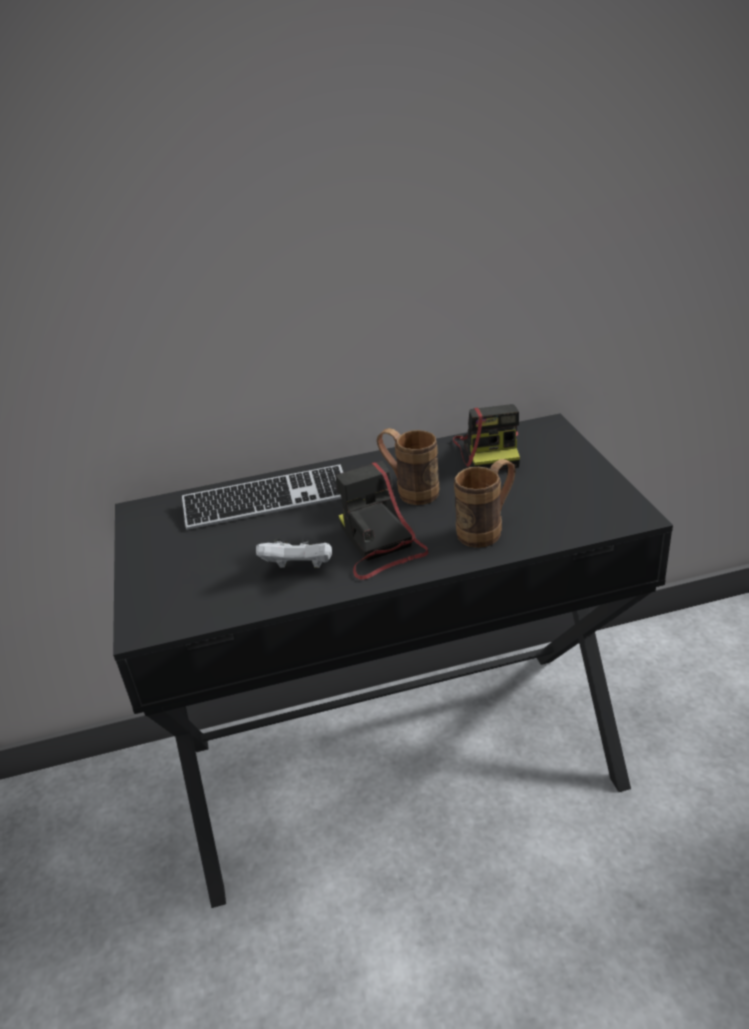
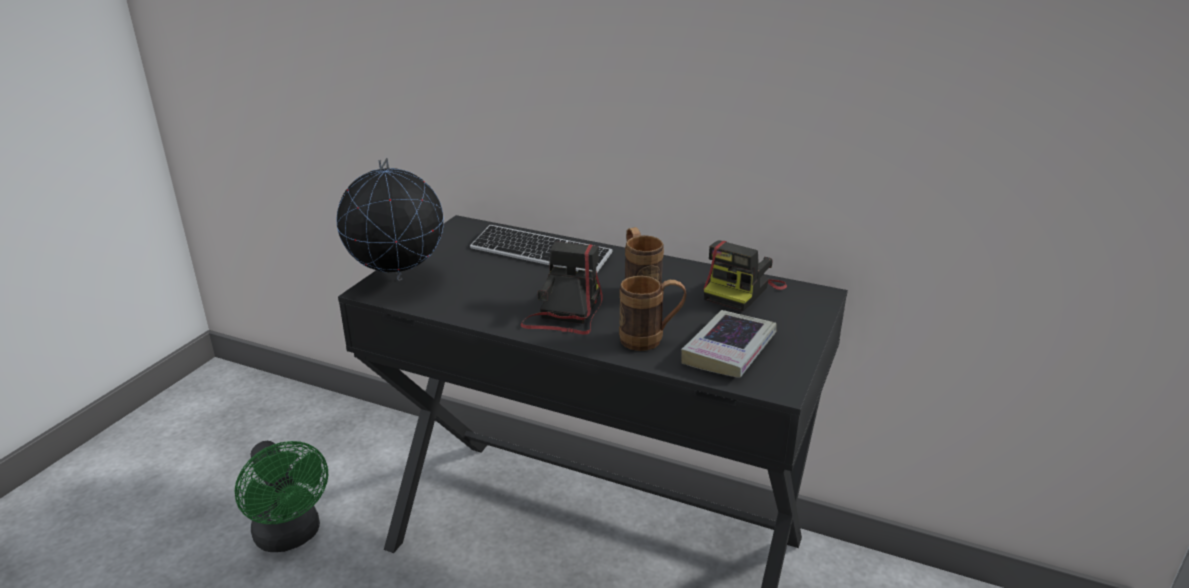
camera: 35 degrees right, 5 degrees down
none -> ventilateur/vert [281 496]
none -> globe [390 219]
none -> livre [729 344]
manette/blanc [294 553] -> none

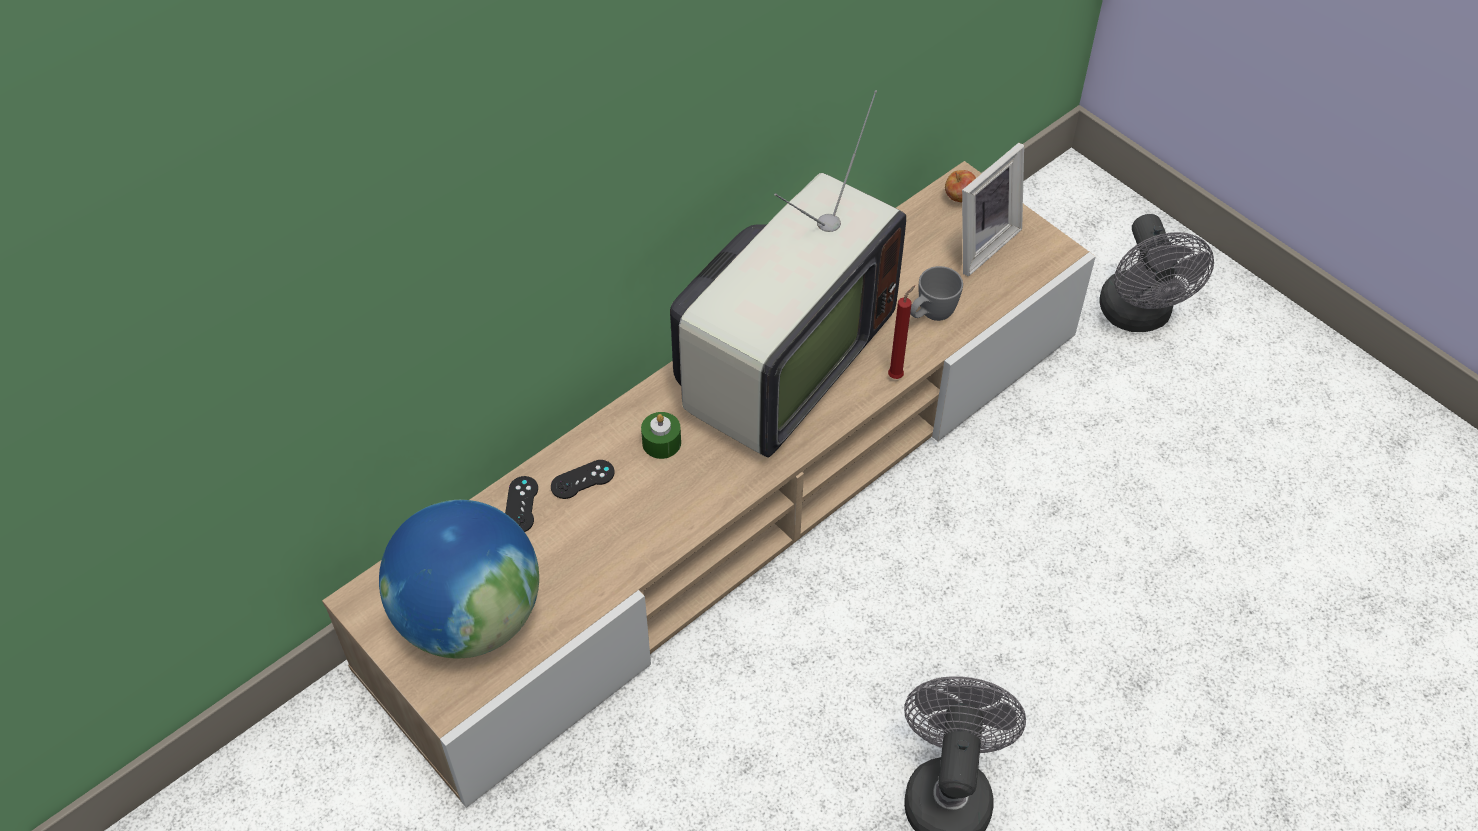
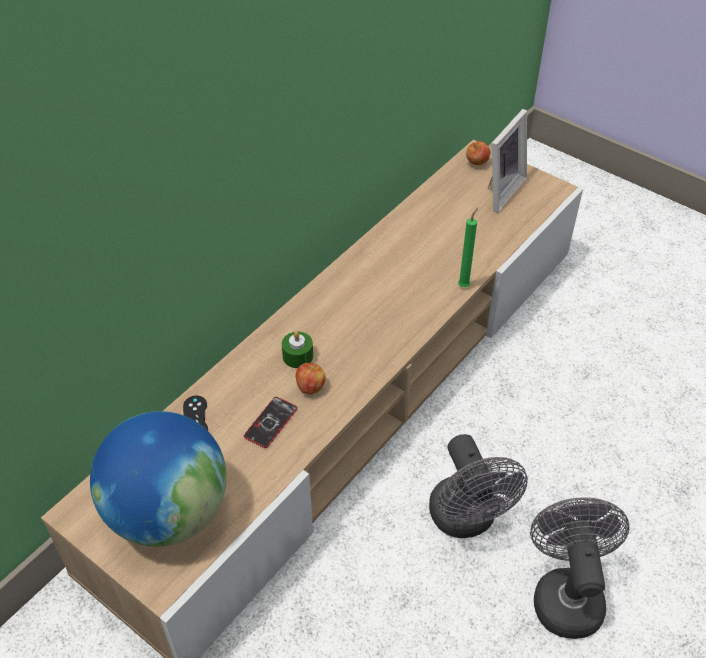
camera: 10 degrees left, 5 degrees down
none -> téléphone [270 422]
none -> pomme [311 378]
ventilateur/gris [1156 273] -> ventilateur/gris [478 486], moved
bougie/rouge [901 332] -> bougie/vert [468 247]
manette/noir [583 479] -> none
téléviseur [788 273] -> none
mug/gris [936 293] -> none

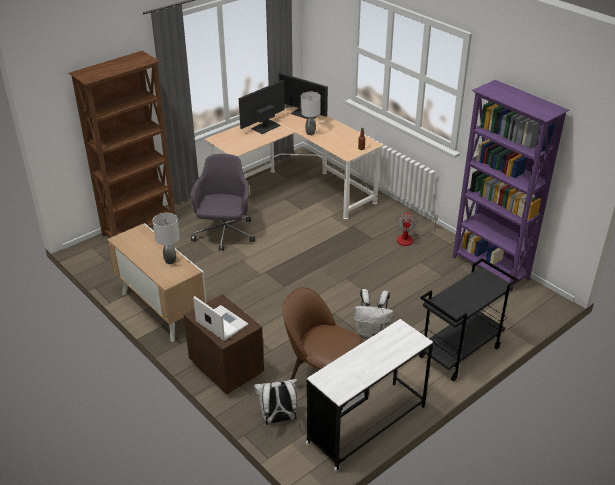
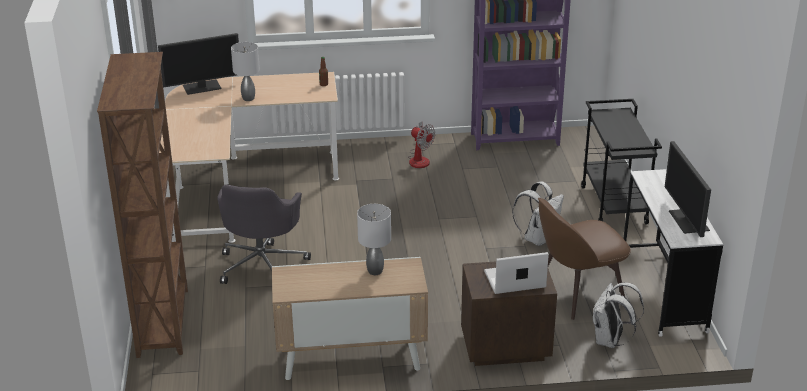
camera: 55 degrees left, 5 degrees down
chaise de bureau/gris [222 202] -> chaise de bureau/gris [264 234], 120 degrees counterclockwise
écran d'ordinateur [262 107] -> écran d'ordinateur [688 189], moved

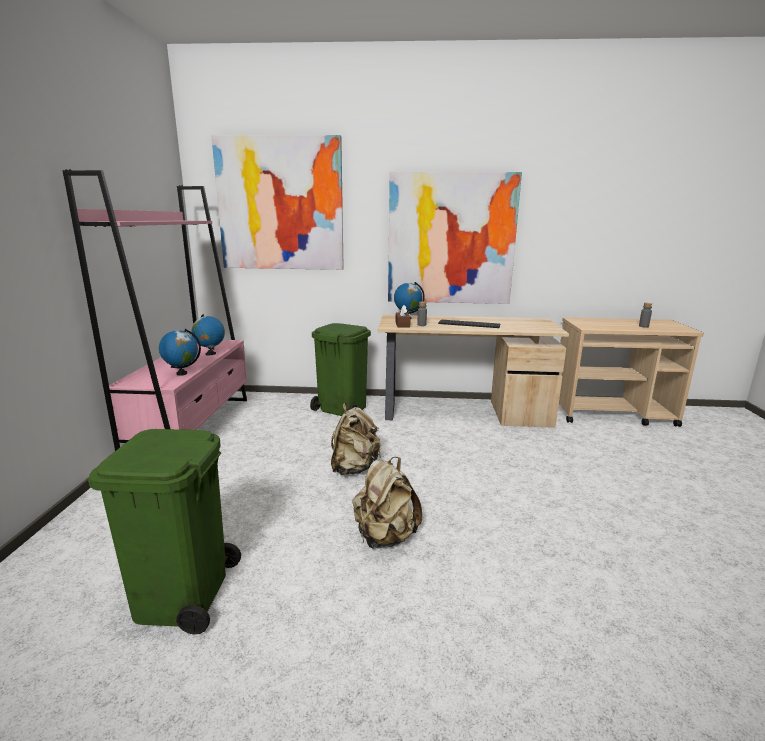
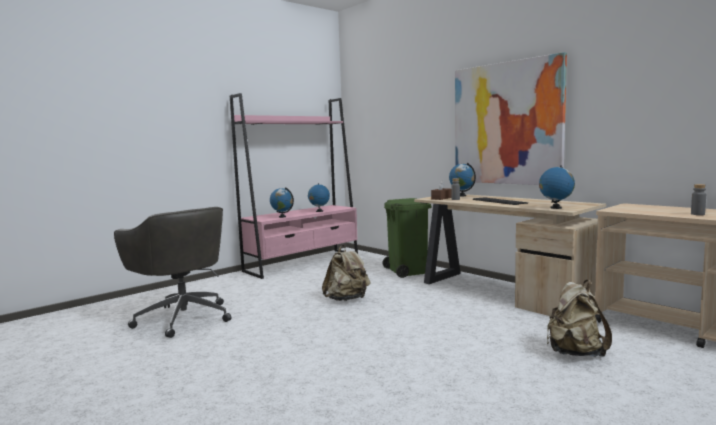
camera: 45 degrees right, 10 degrees down
poubelle/vert [164 532] -> chaise de bureau/gris [172 272]
none -> globe [557 187]
sac à dos/beige [387 503] -> sac à dos/beige [579 318], moved
tableau [277 202] -> none

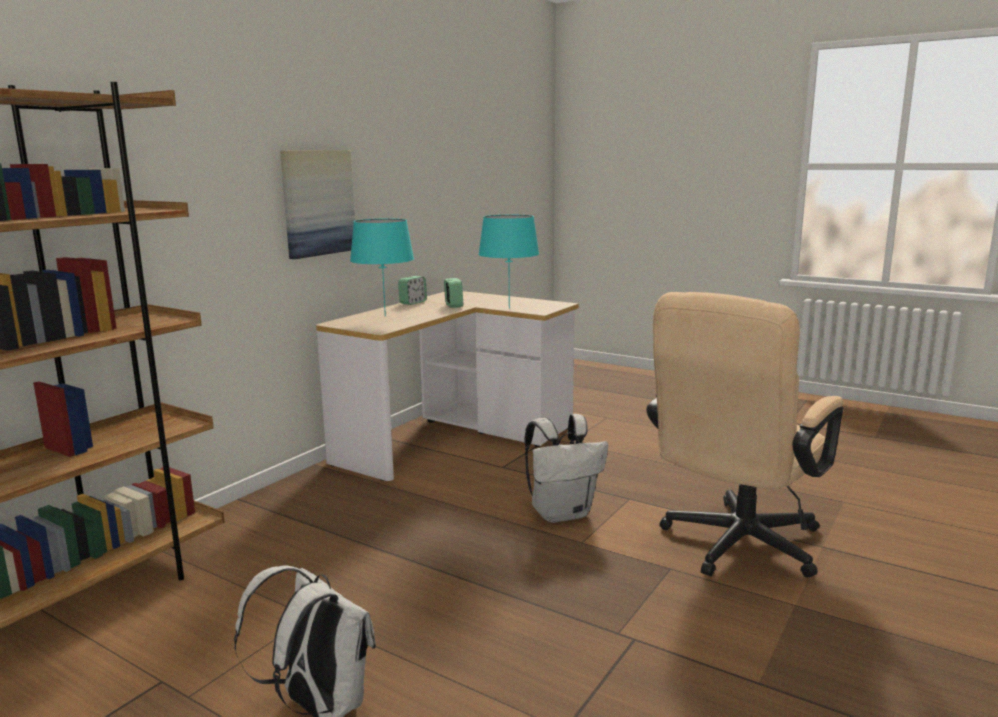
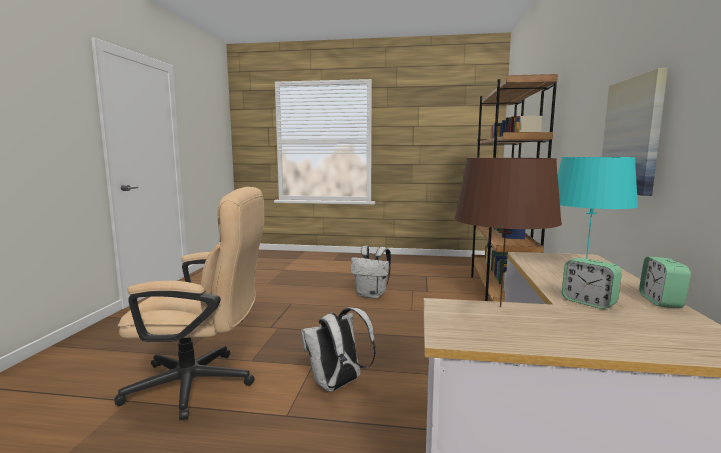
camera: 155 degrees right, 5 degrees down
chaise de bureau/beige [745 435] -> chaise de bureau/beige [189 303], 75 degrees clockwise
lampe de table/turquoise [508 262] -> lampe de table/marron [508 232]

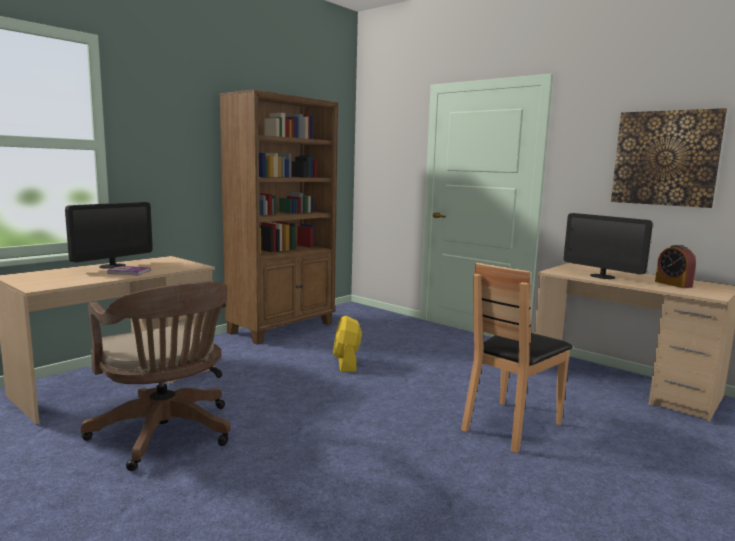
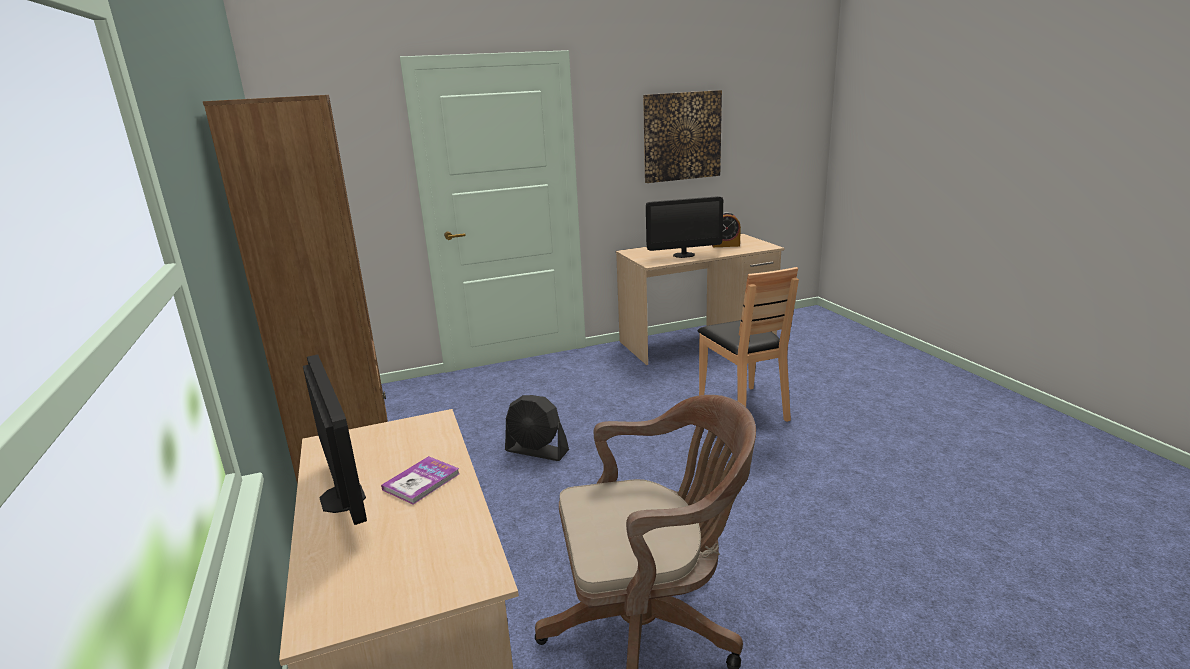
camera: 60 degrees left, 10 degrees up
ventilateur/jaune [347 343] -> ventilateur/noir [537 428]

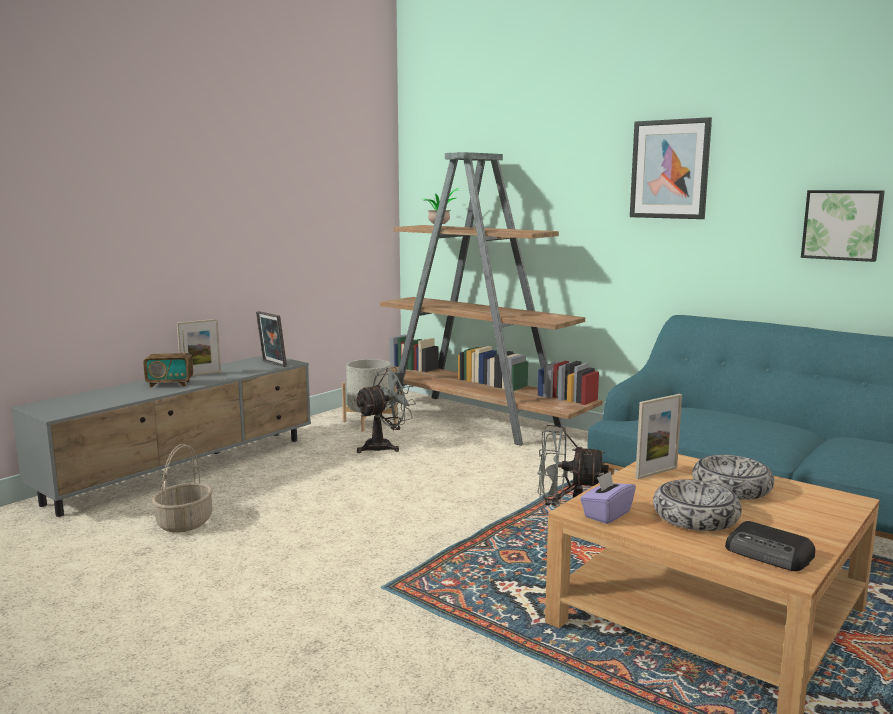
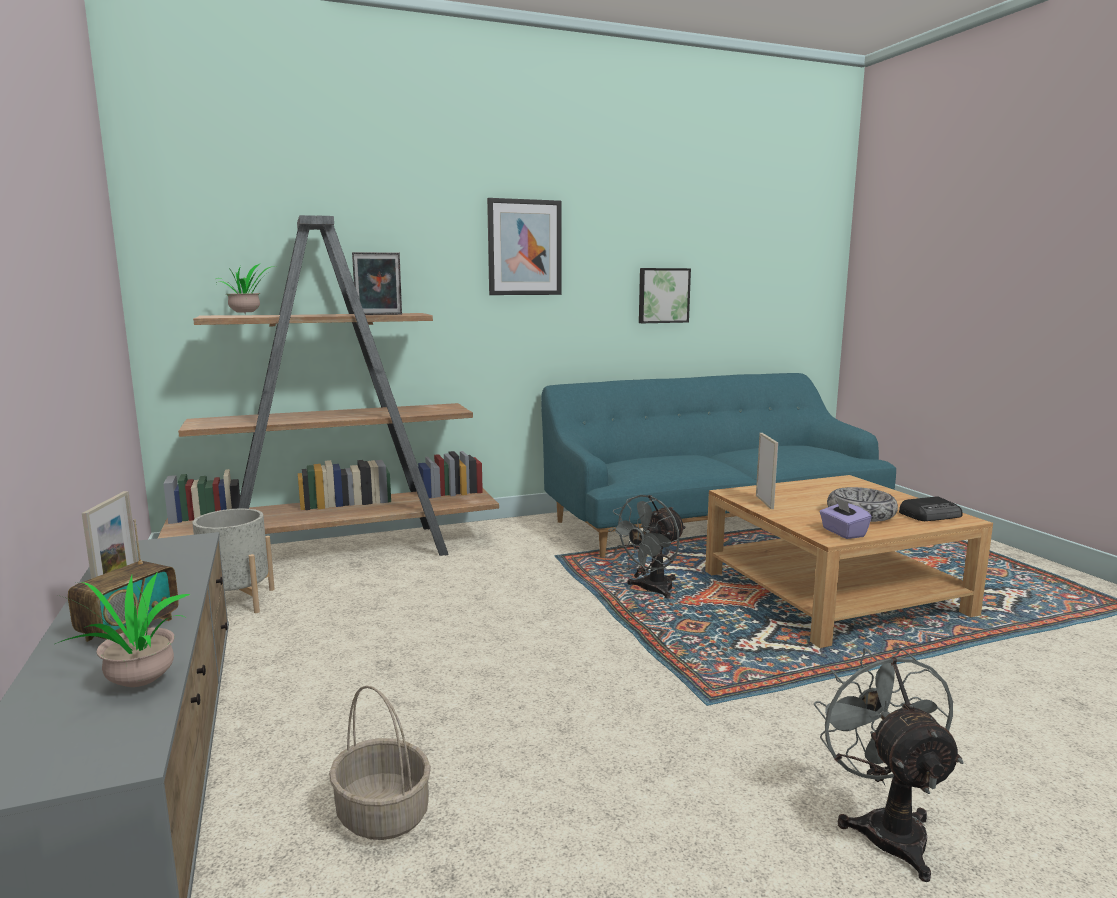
camera: 60 degrees left, 0 degrees up
none -> plante en pot [122 630]
cadre photo [271 339] -> cadre photo [377 283], moved
ventilateur/gris [385 410] -> ventilateur/gris [889 765], moved
bol [733 477] -> none

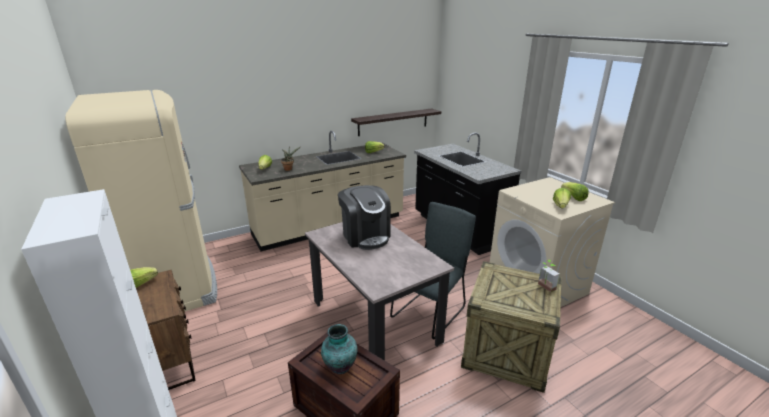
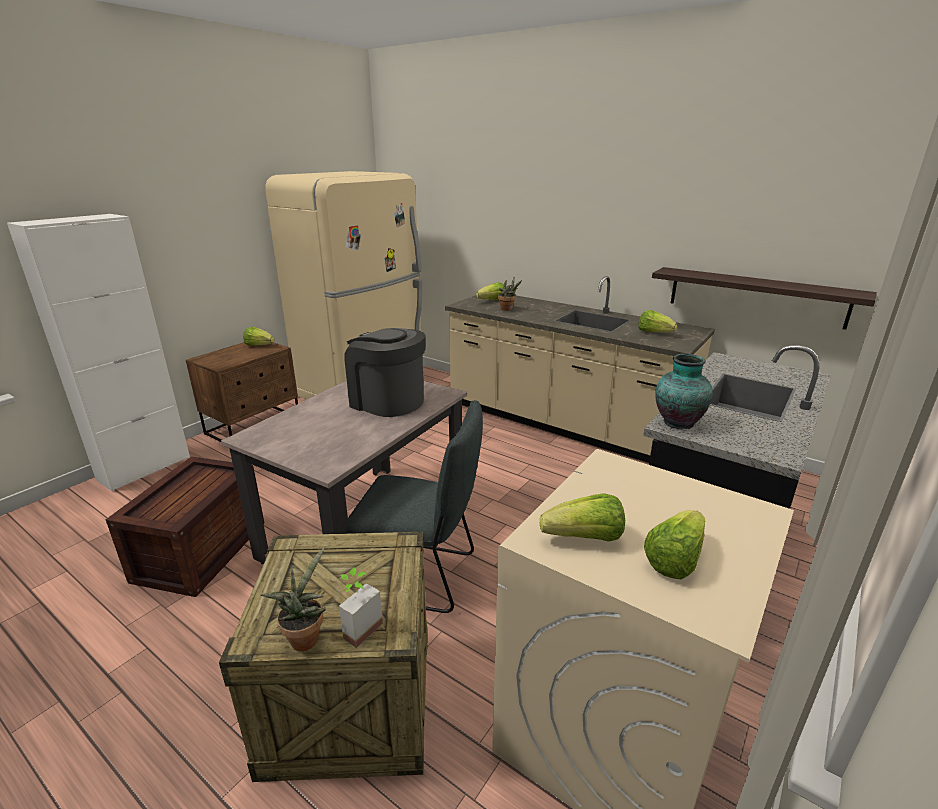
camera: 65 degrees right, 0 degrees up
none -> plante en pot [293 599]
machine à café [364 217] -> machine à café [385 372], 90 degrees clockwise
vase [339 349] -> vase [684 391], moved

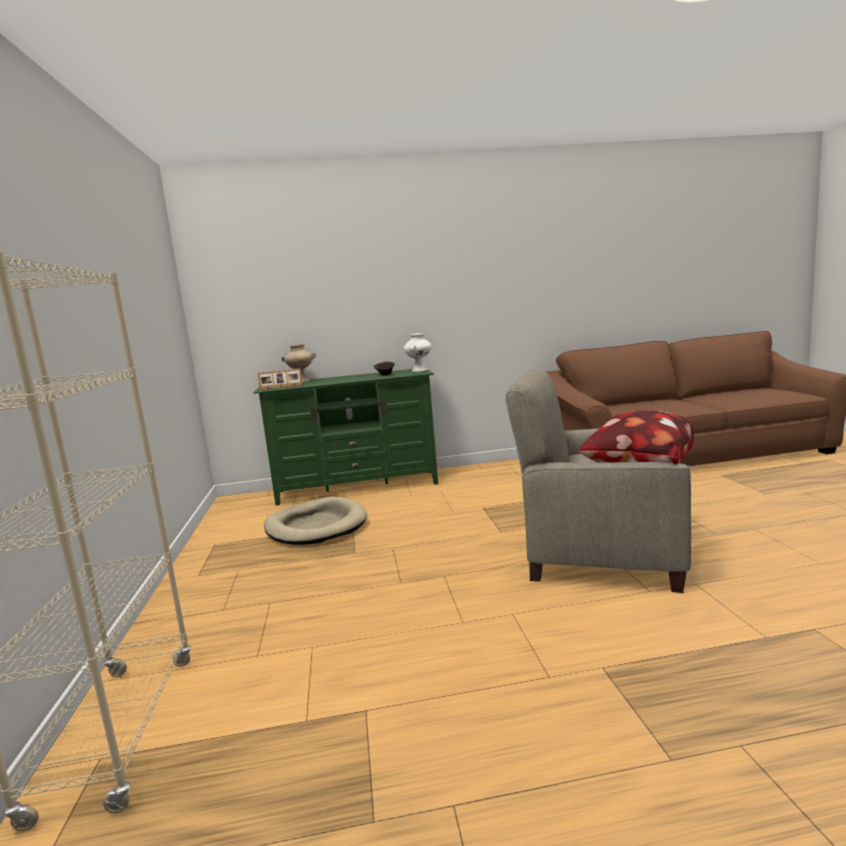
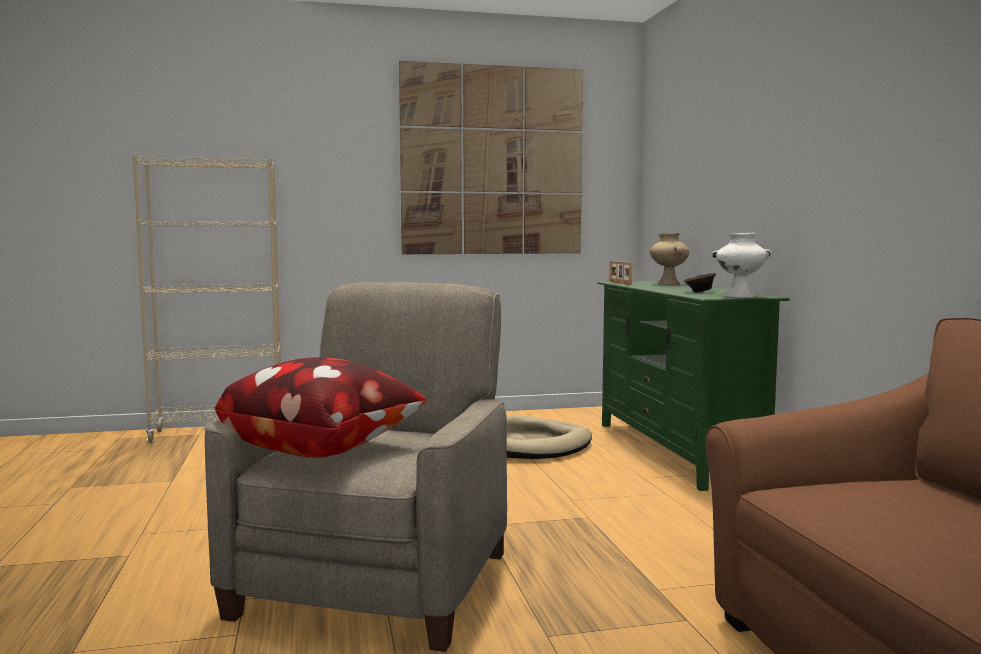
camera: 85 degrees right, 5 degrees down
none -> tableau [491 157]

